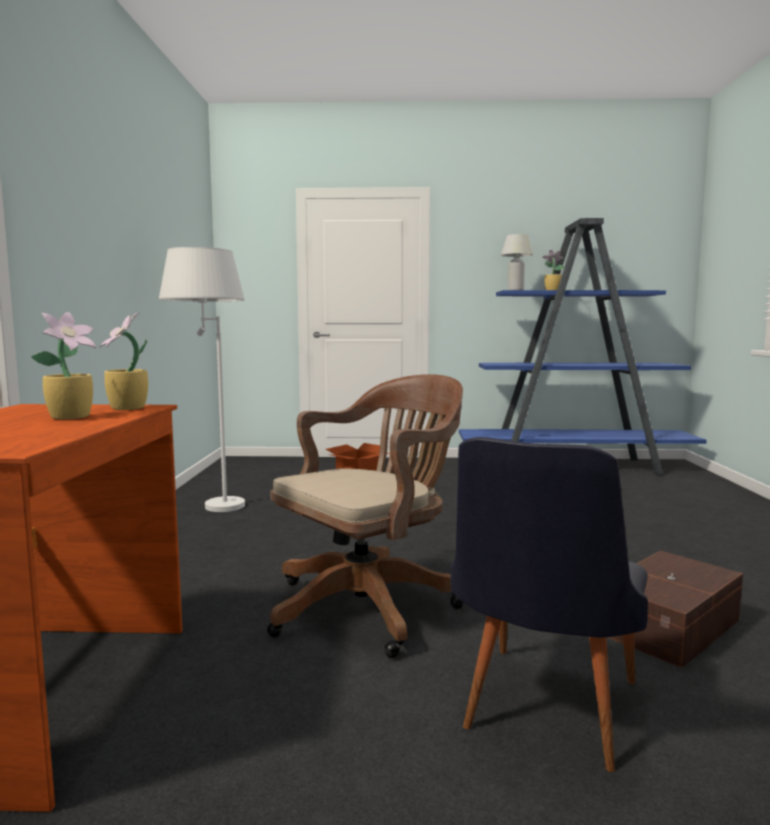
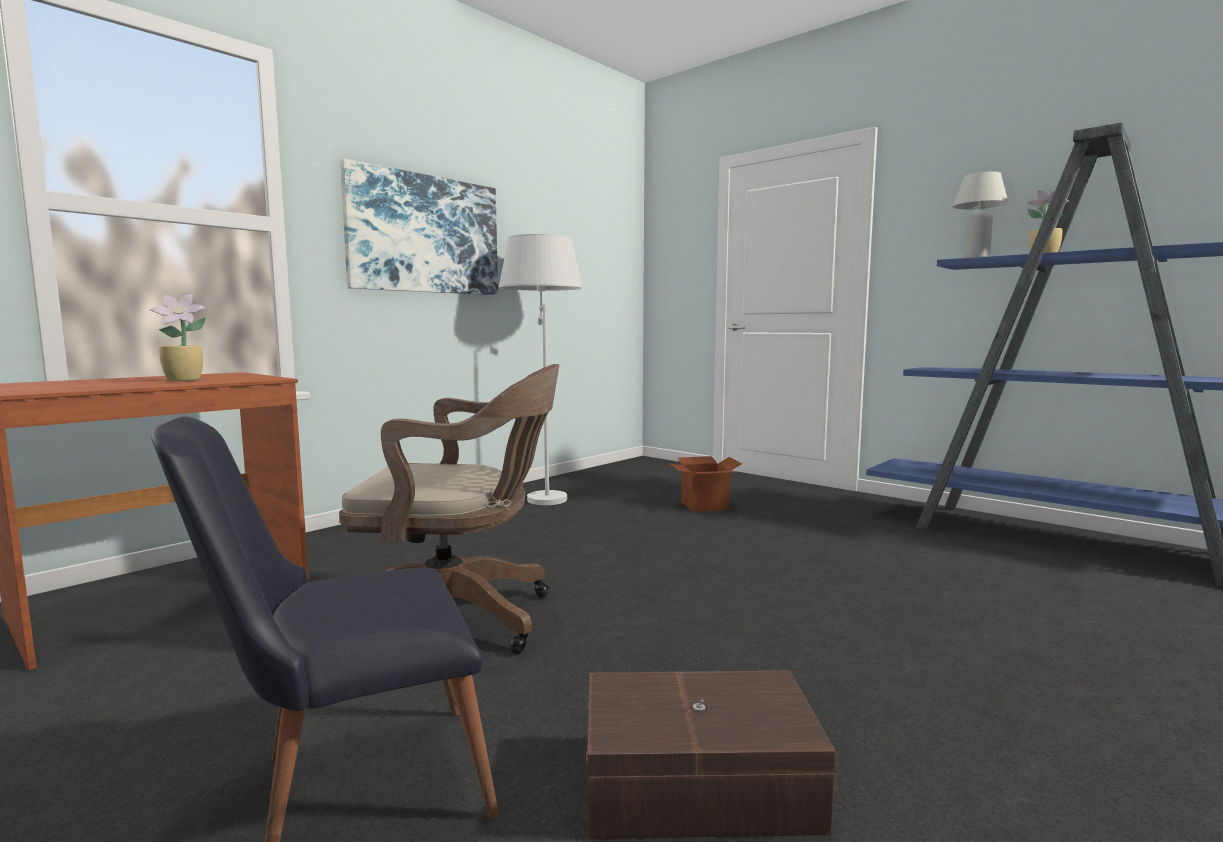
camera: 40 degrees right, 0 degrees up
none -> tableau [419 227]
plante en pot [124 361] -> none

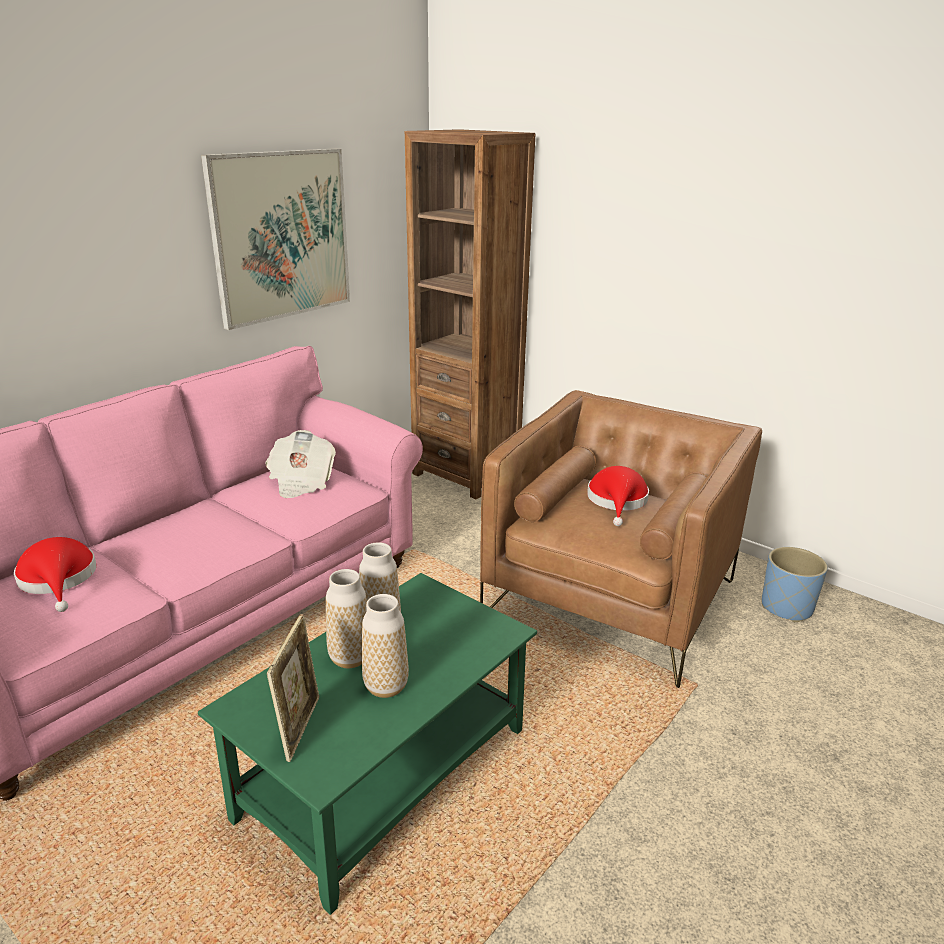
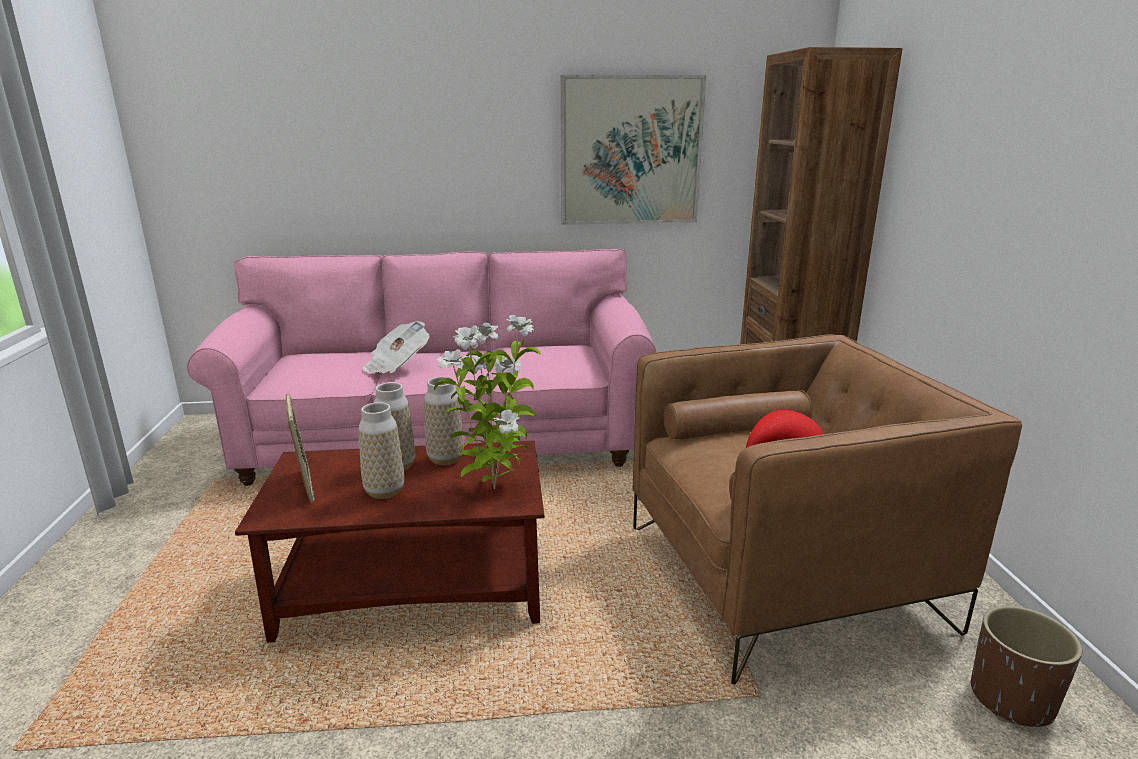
camera: 45 degrees right, 5 degrees down
table basse/vert [367 744] -> table basse/marron [390 542]
cadre photo [293 688] -> cadre photo [300 448], 75 degrees counterclockwise
journal [300 464] -> journal [395 347], moved
none -> plante en pot [487 402]
cache-pot/bleu [795 584] -> cache-pot/marron [1026 666]
chapeau/rouge [55 574] -> none

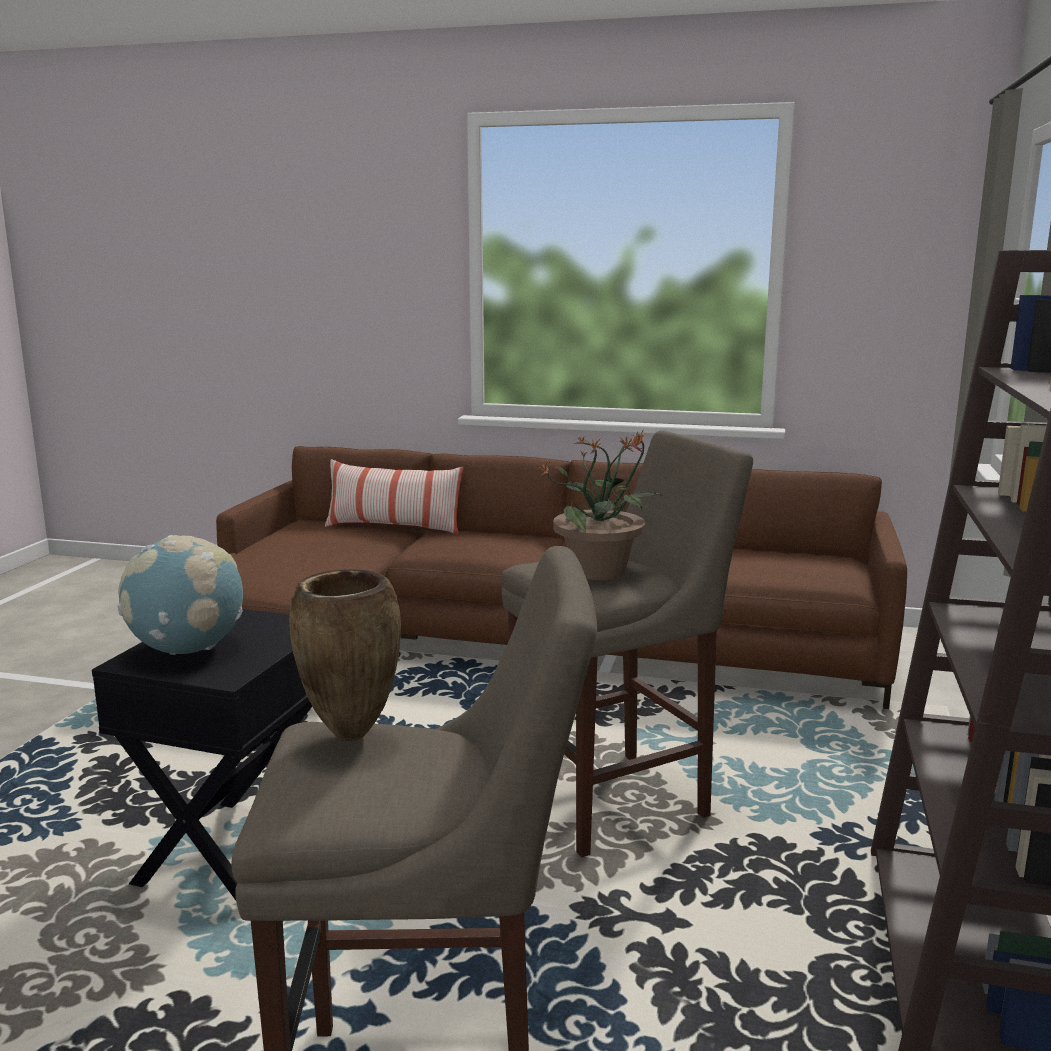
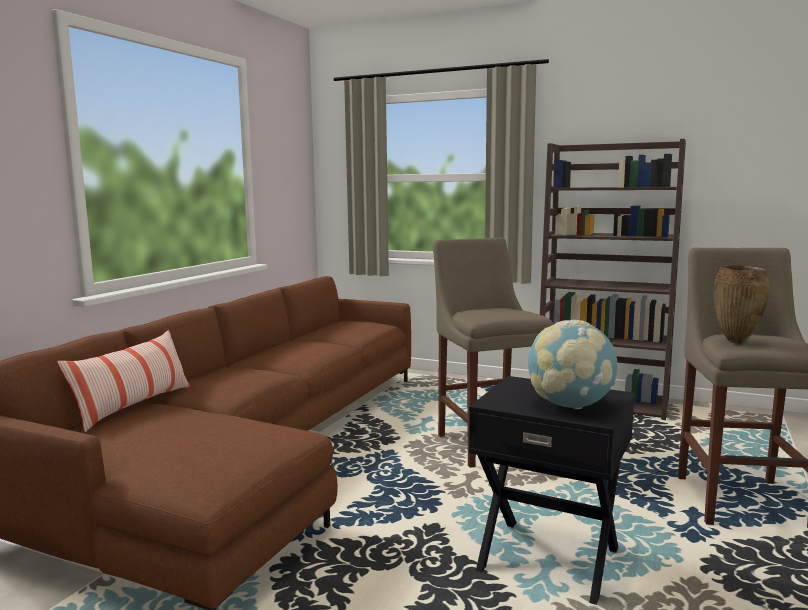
camera: 80 degrees left, 5 degrees down
plante en pot [601 504] -> none

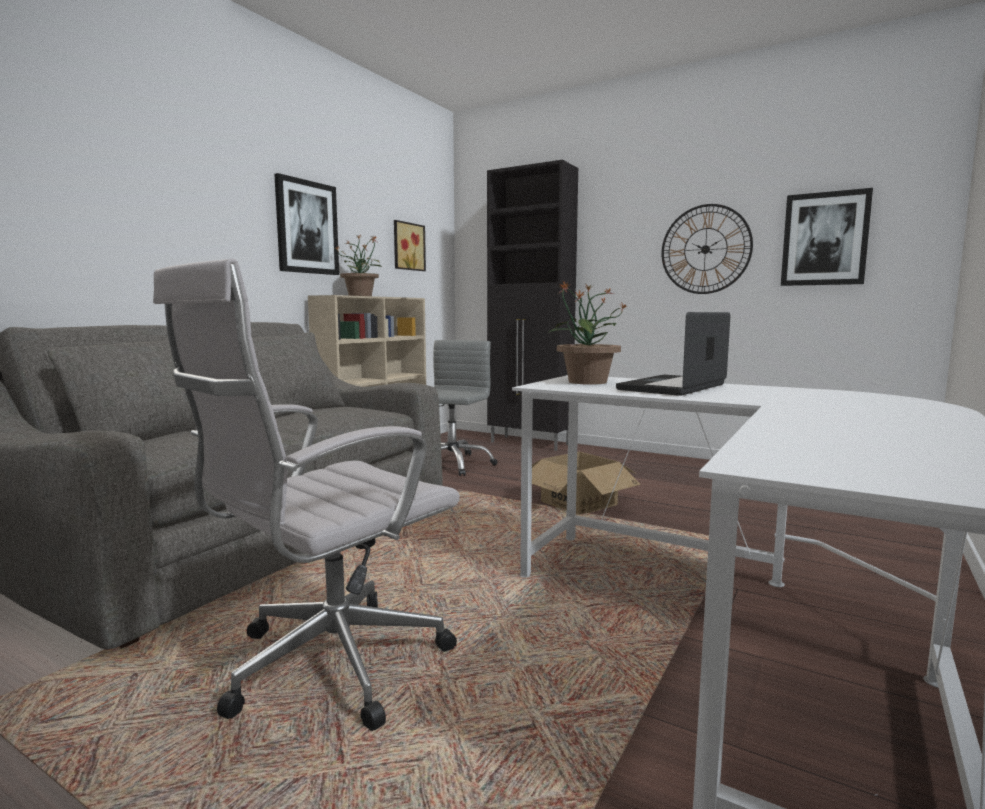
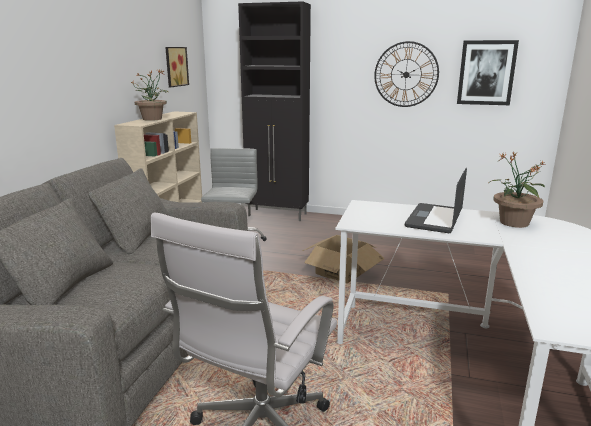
camera: 15 degrees left, 10 degrees up
plante en pot [587 332] -> plante en pot [517 189], moved
tableau [306 224] -> none

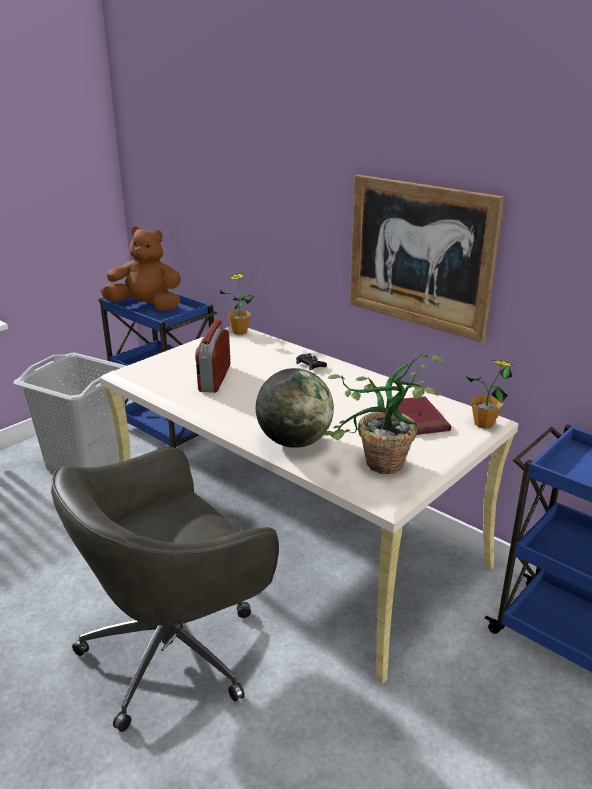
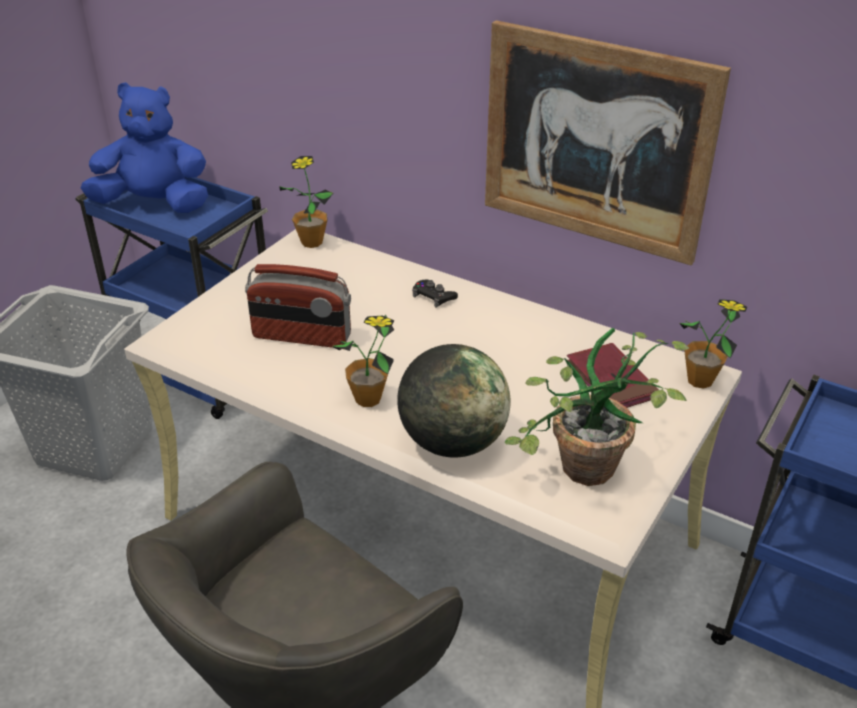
camera: 10 degrees left, 10 degrees up
peluche/marron [140 268] -> peluche/bleu [144 147]
radio [212 356] -> radio [298 306], 75 degrees counterclockwise
none -> plante en pot [363 361]

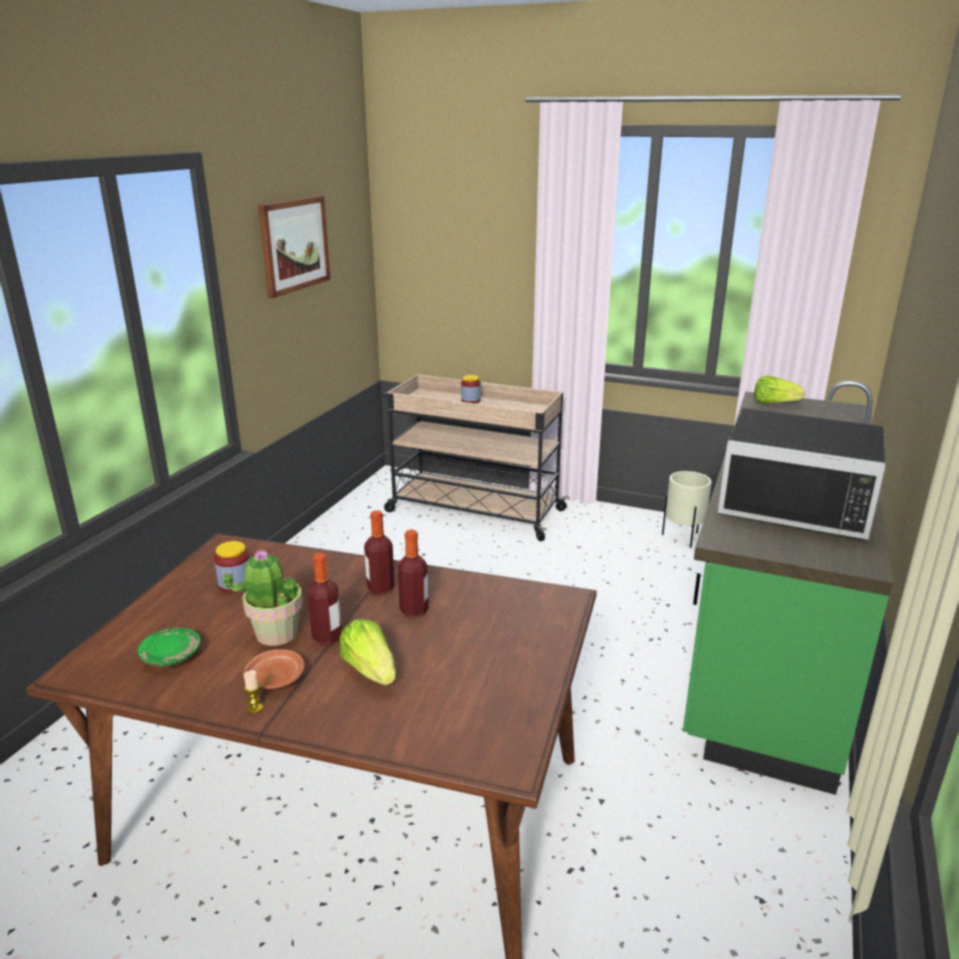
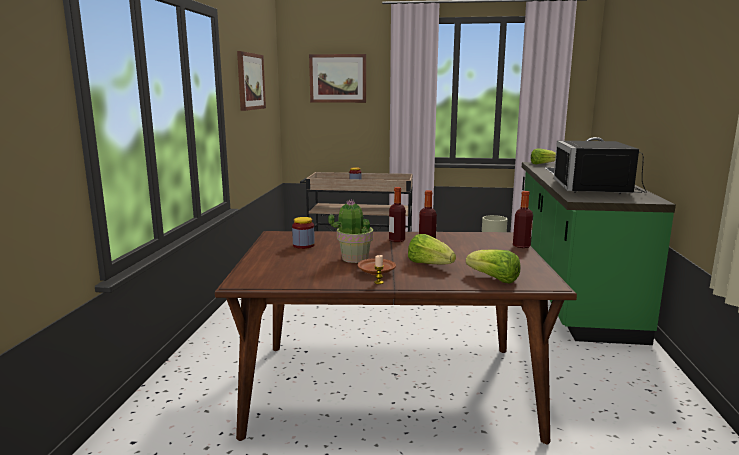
camera: 15 degrees left, 10 degrees down
none -> tableau [337 78]
none -> laitue [493 266]
bouteille [325 599] -> bouteille [523 219], moved
micro-ondes/noir [801 474] -> micro-ondes/noir [600 167], 90 degrees clockwise
assiette/vert [169 647] -> none

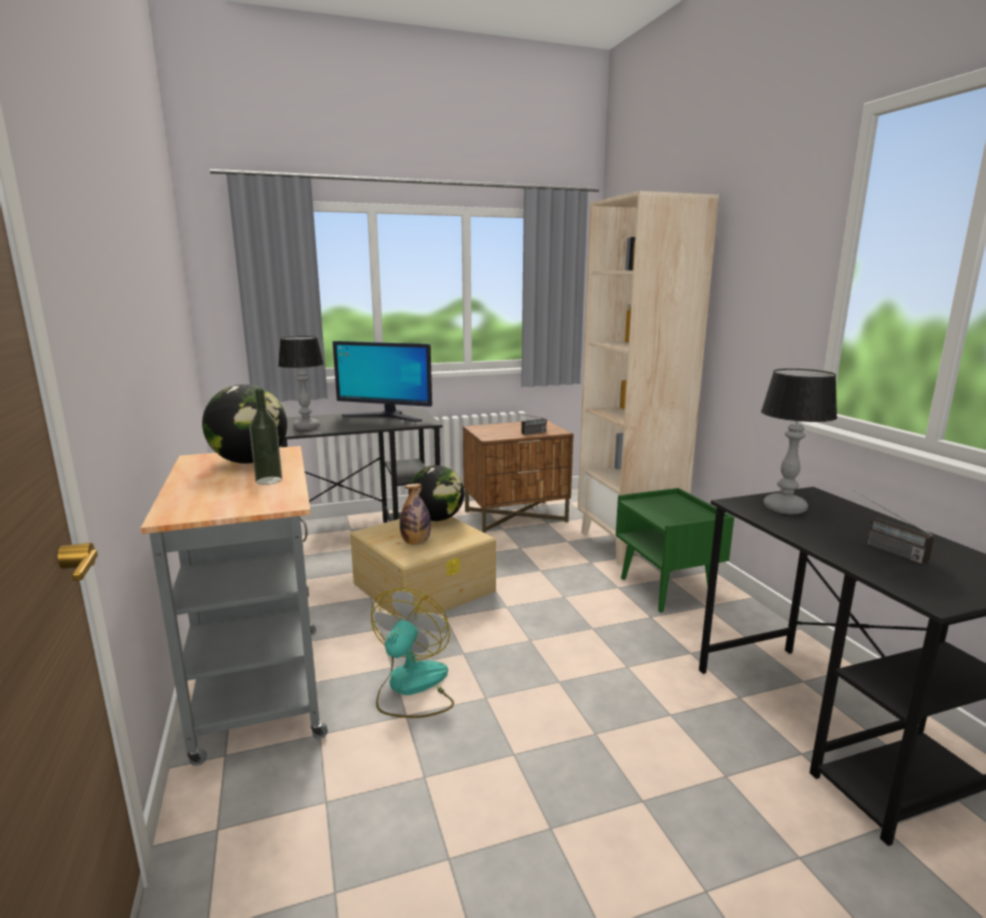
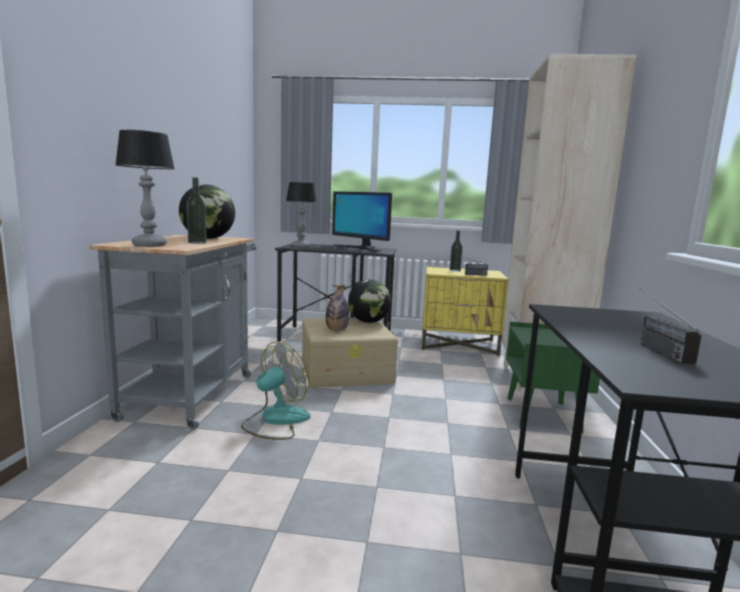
camera: 25 degrees right, 5 degrees down
lampe de table [799 441] -> lampe de table [145 188], moved
table de chevet/marron [518 476] -> table de chevet/jaune [465 311]
none -> bouteille [456 251]

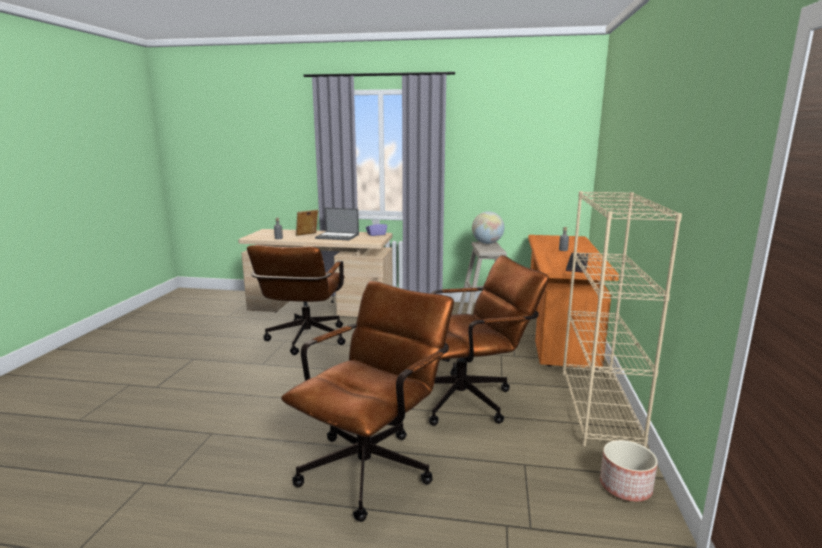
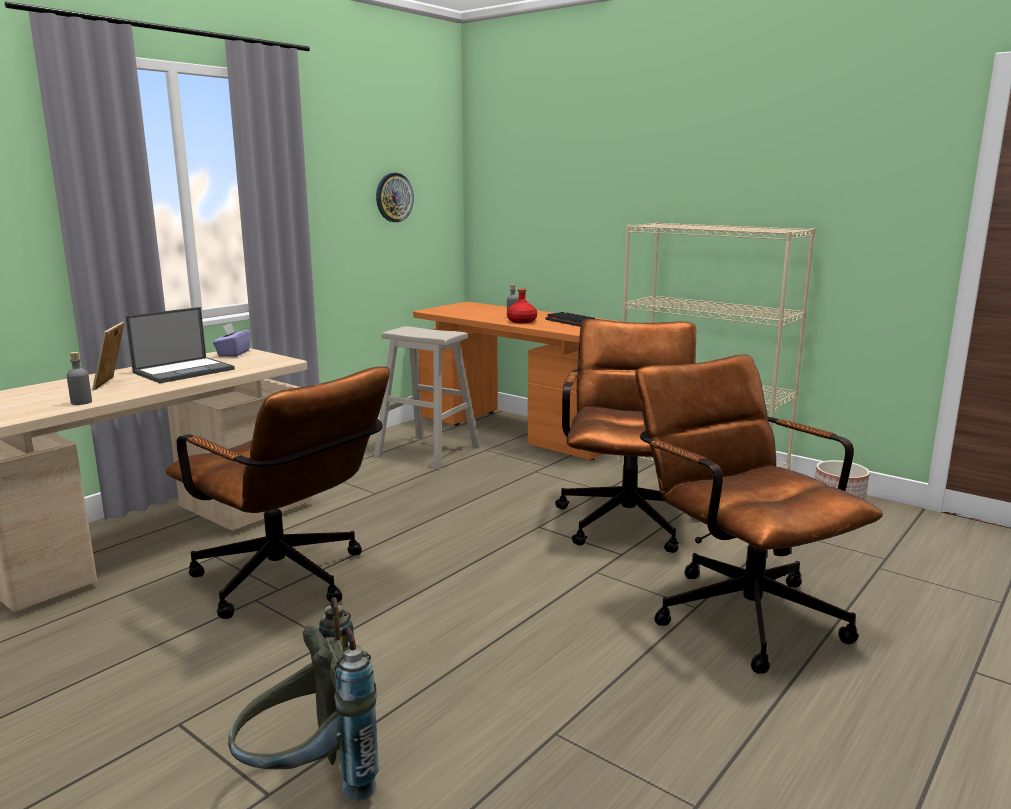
camera: 60 degrees left, 0 degrees up
none -> sac à dos/gris [303 699]
none -> horloge murale [395 197]
none -> bouteille/rouge [522 305]
globe [488 227] -> none

